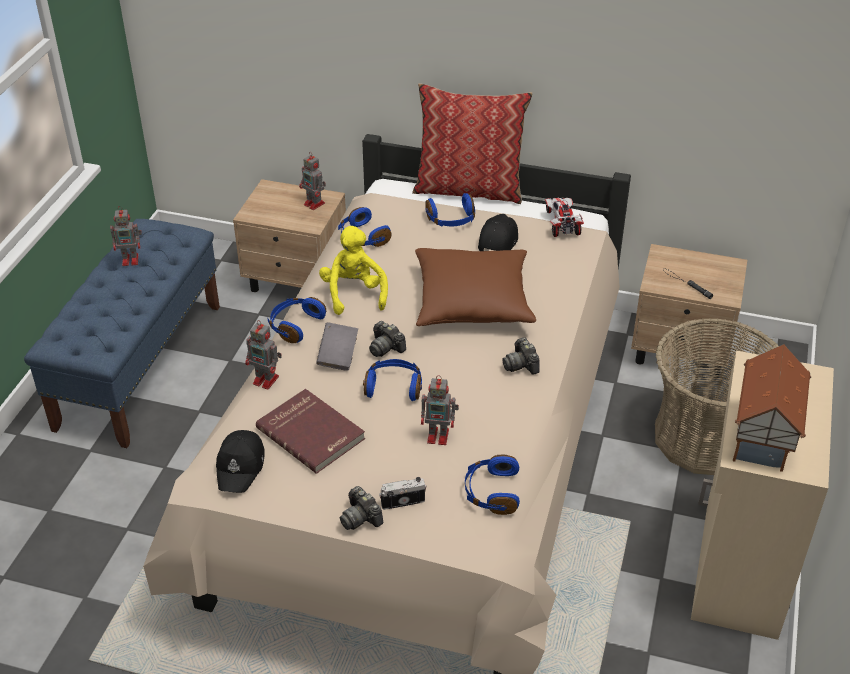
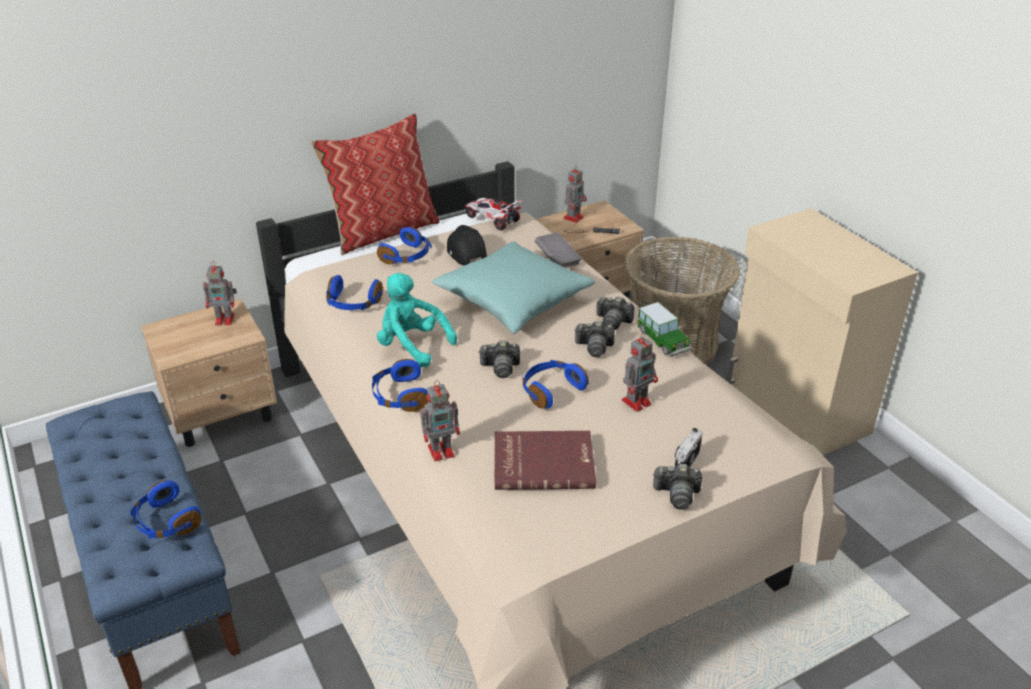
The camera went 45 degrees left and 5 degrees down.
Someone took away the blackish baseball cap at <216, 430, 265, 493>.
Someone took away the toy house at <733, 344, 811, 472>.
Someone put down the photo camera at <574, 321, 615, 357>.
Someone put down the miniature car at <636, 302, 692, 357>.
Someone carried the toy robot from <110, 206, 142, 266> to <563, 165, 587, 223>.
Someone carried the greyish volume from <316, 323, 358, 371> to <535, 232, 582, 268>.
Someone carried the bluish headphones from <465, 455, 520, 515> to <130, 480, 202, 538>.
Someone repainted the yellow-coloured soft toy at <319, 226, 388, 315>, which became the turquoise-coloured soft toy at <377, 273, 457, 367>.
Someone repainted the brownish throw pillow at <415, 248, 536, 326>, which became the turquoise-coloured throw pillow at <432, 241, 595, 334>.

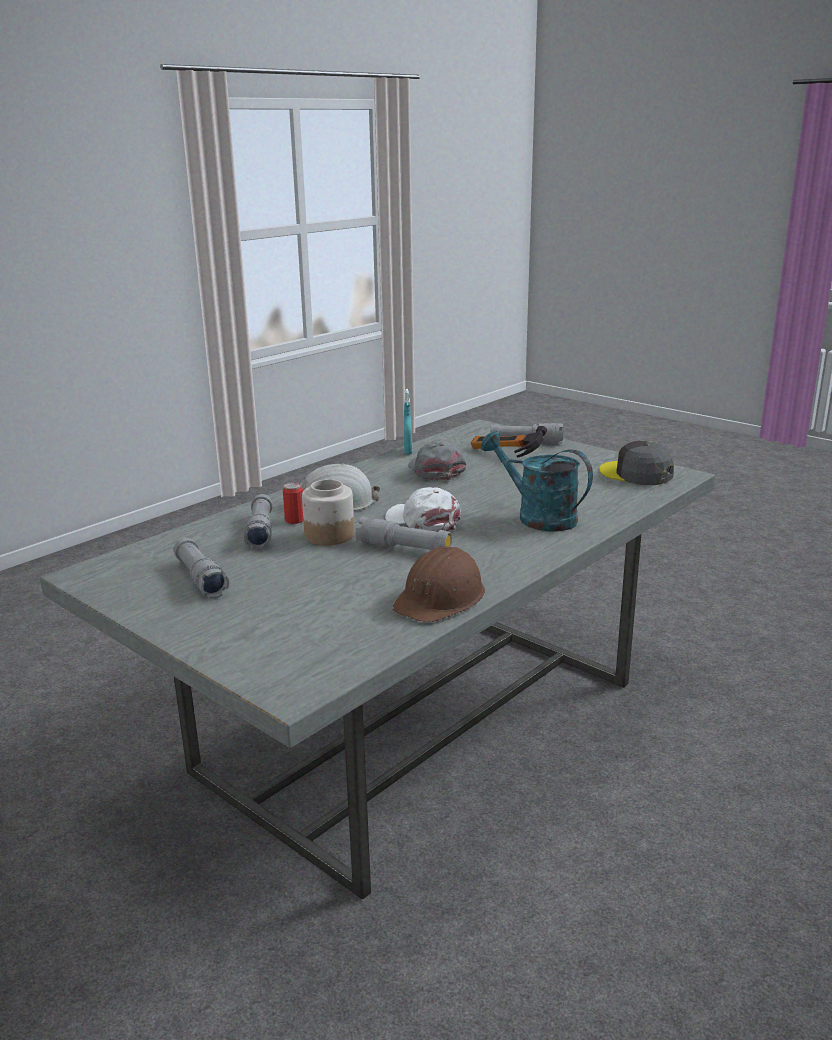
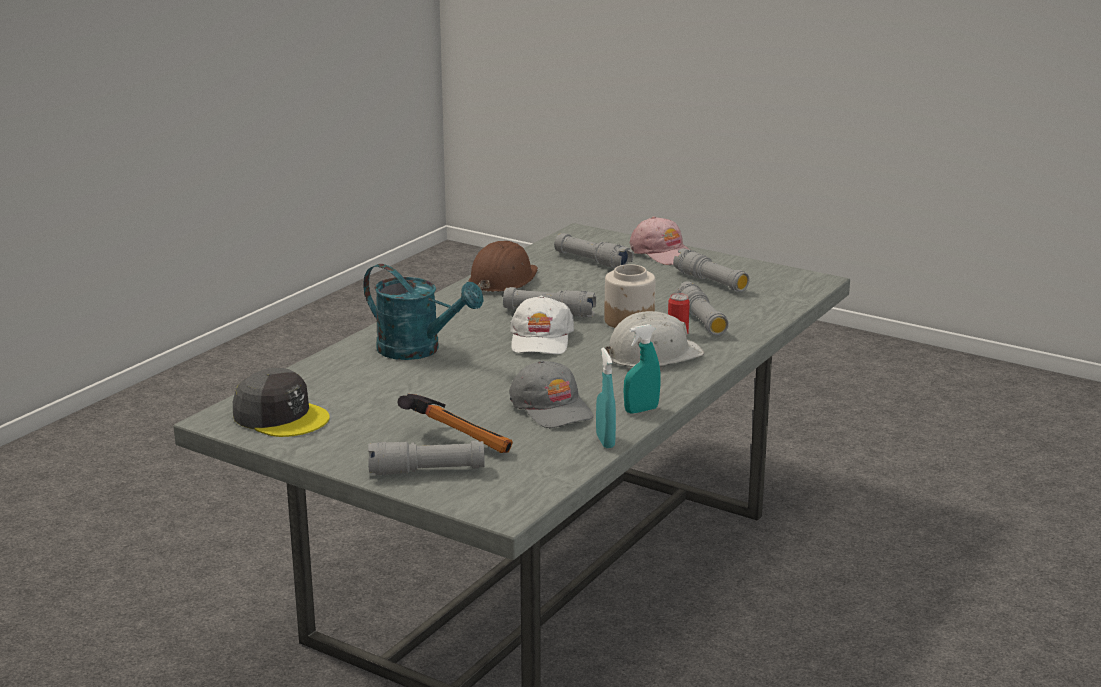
The camera went 170 degrees right and 0 degrees up.
Someone put down the greyish hand torch at <554, 233, 633, 269>.
Someone put down the turquoise-coloured hand sprayer at <623, 324, 661, 414>.
Someone put down the pink-coloured baseball cap at <630, 216, 690, 265>.
Someone rotated the white baseball cap at <385, 487, 461, 532> by 60 degrees clockwise.

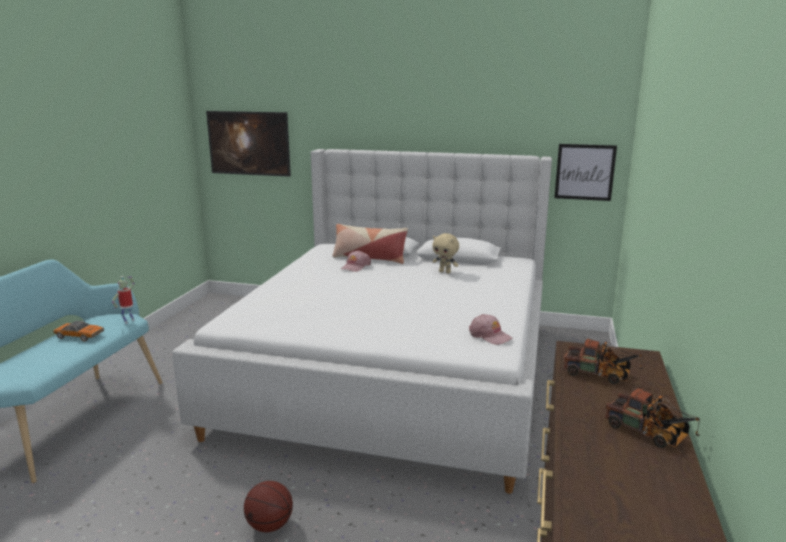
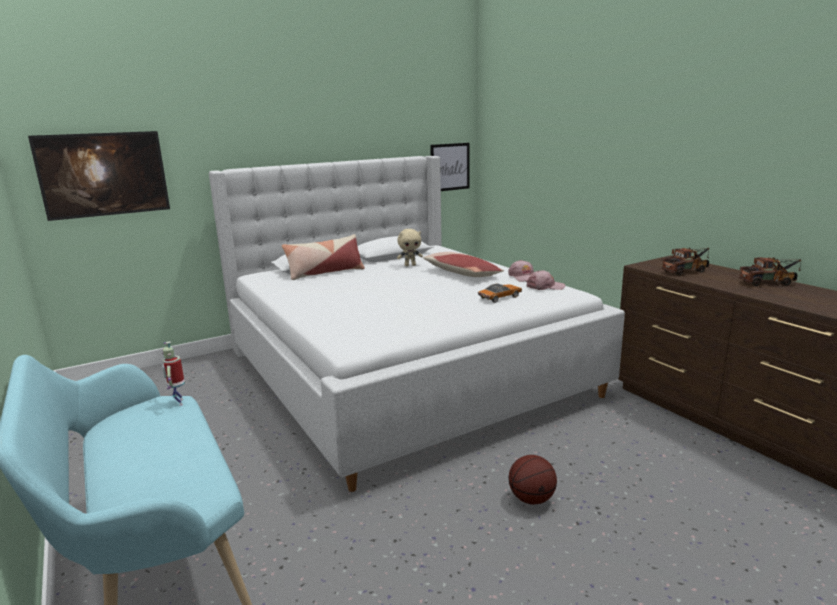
The camera went 45 degrees left and 0 degrees up.
Someone put down the throw pillow at <423, 252, 504, 277>.
Someone carried the miniature car from <53, 321, 104, 342> to <478, 283, 522, 303>.
Someone carried the pink-coloured baseball cap from <341, 250, 371, 272> to <508, 260, 534, 282>.

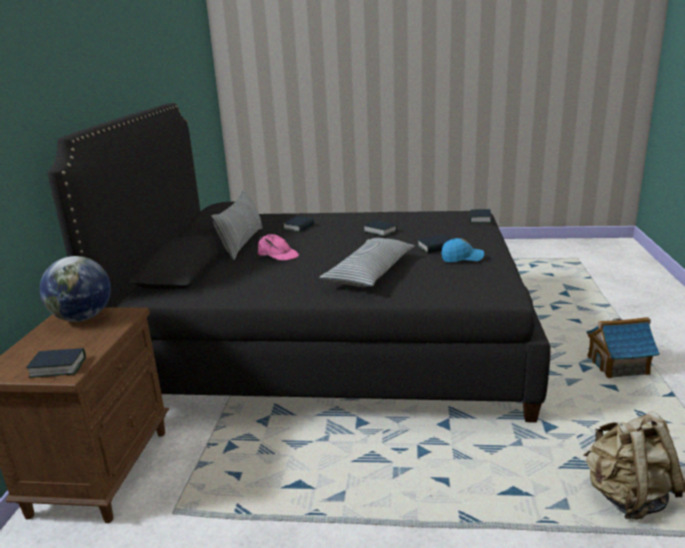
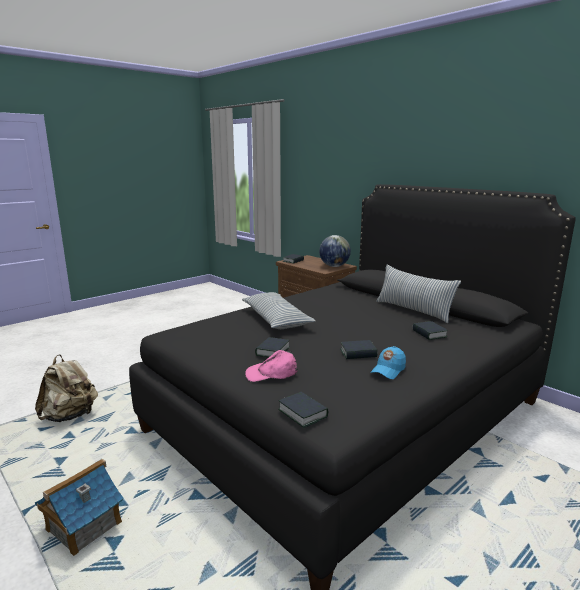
The camera went 130 degrees right and 5 degrees down.
Someone carried the pink-coloured baseball cap from <258, 234, 299, 261> to <245, 350, 298, 382>.
Someone carried the bluish baseball cap from <442, 238, 484, 262> to <370, 346, 406, 379>.

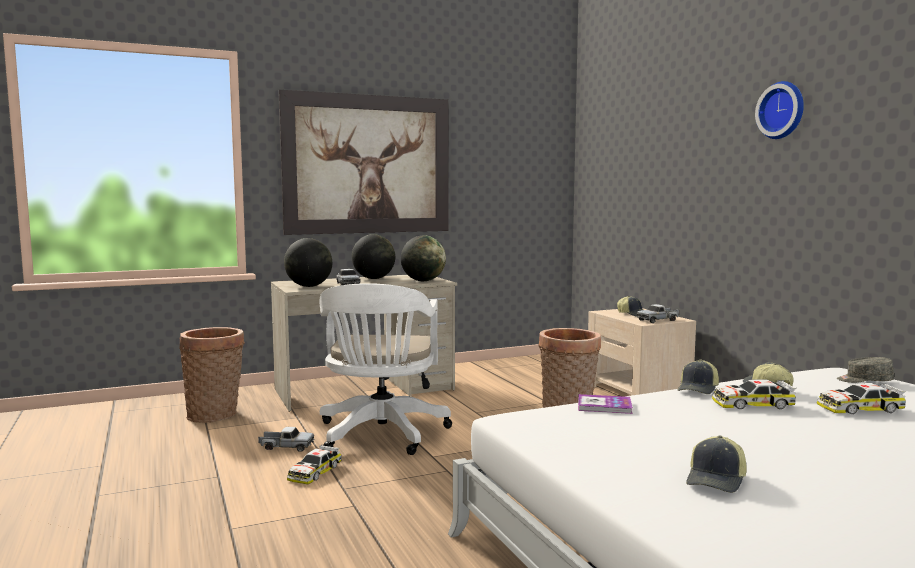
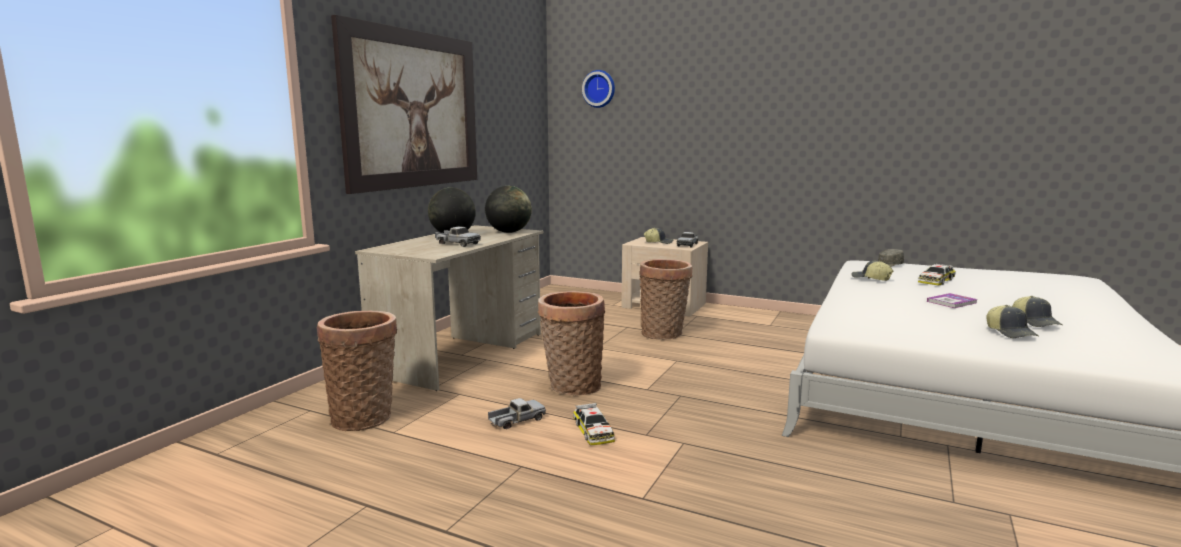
The camera went 40 degrees left and 5 degrees up.
Someone took away the desk globe at <284, 238, 332, 287>.
Someone took away the miniature car at <712, 379, 796, 409>.
Someone carried the volume from <578, 394, 633, 414> to <927, 293, 978, 308>.
Someone carried the baseball cap from <678, 359, 719, 394> to <1012, 296, 1062, 327>.
Someone carried the hanging clock from <755, 81, 804, 139> to <582, 70, 615, 108>.
Someone swapped the white desk chair at <319, 283, 452, 455> for the basket at <538, 291, 605, 395>.

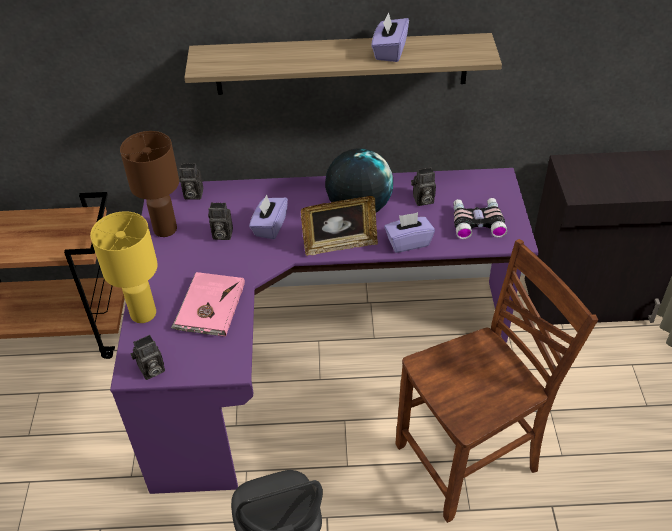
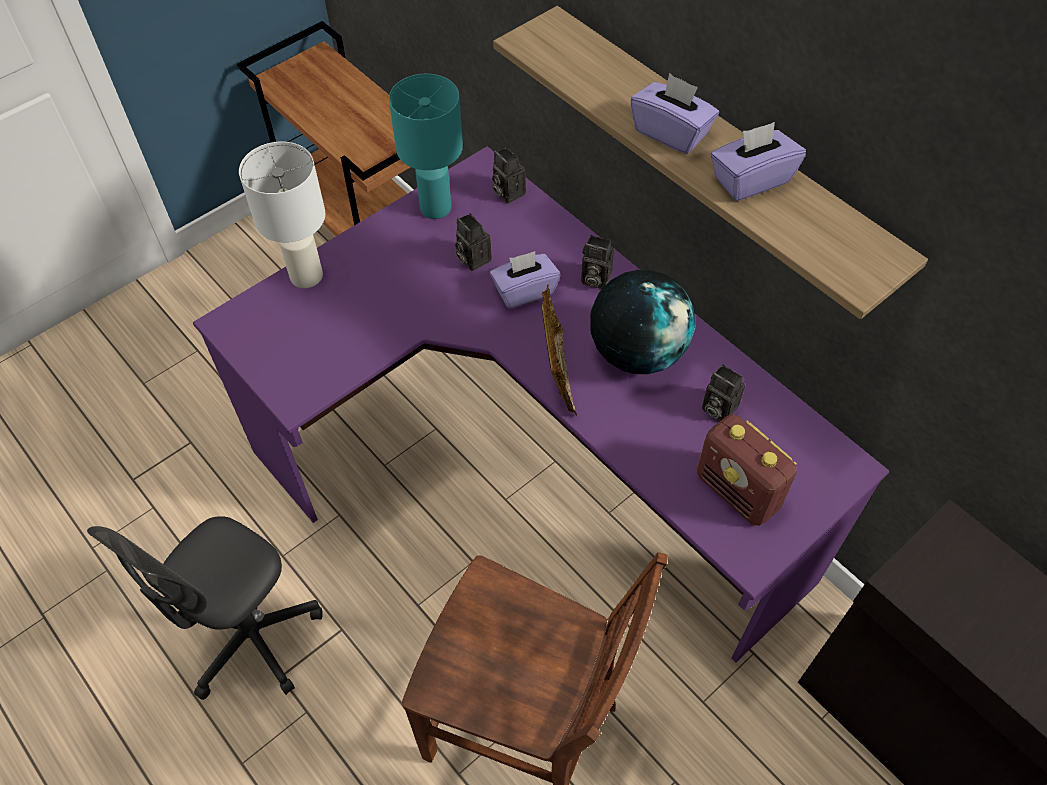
The camera went 50 degrees right and 10 degrees up.
Someone took away the pink-coloured volume at <171, 272, 245, 337>.
Someone carried the photo camera from <131, 335, 165, 380> to <581, 235, 614, 289>.
Someone carried the purplish tissue box from <384, 212, 435, 253> to <631, 73, 719, 154>.
Someone swapped the field glasses at <453, 198, 507, 239> for the radio set at <697, 415, 797, 526>.
Someone repainted the yellow-coloured tabletop lamp at <90, 211, 158, 323>, which became the white tabletop lamp at <239, 142, 325, 288>.
Someone repainted the brownish tabletop lamp at <120, 131, 179, 237>, which became the turquoise-coloured tabletop lamp at <389, 74, 463, 219>.
Someone rotated the photo frame at <301, 196, 378, 256> by 135 degrees counterclockwise.

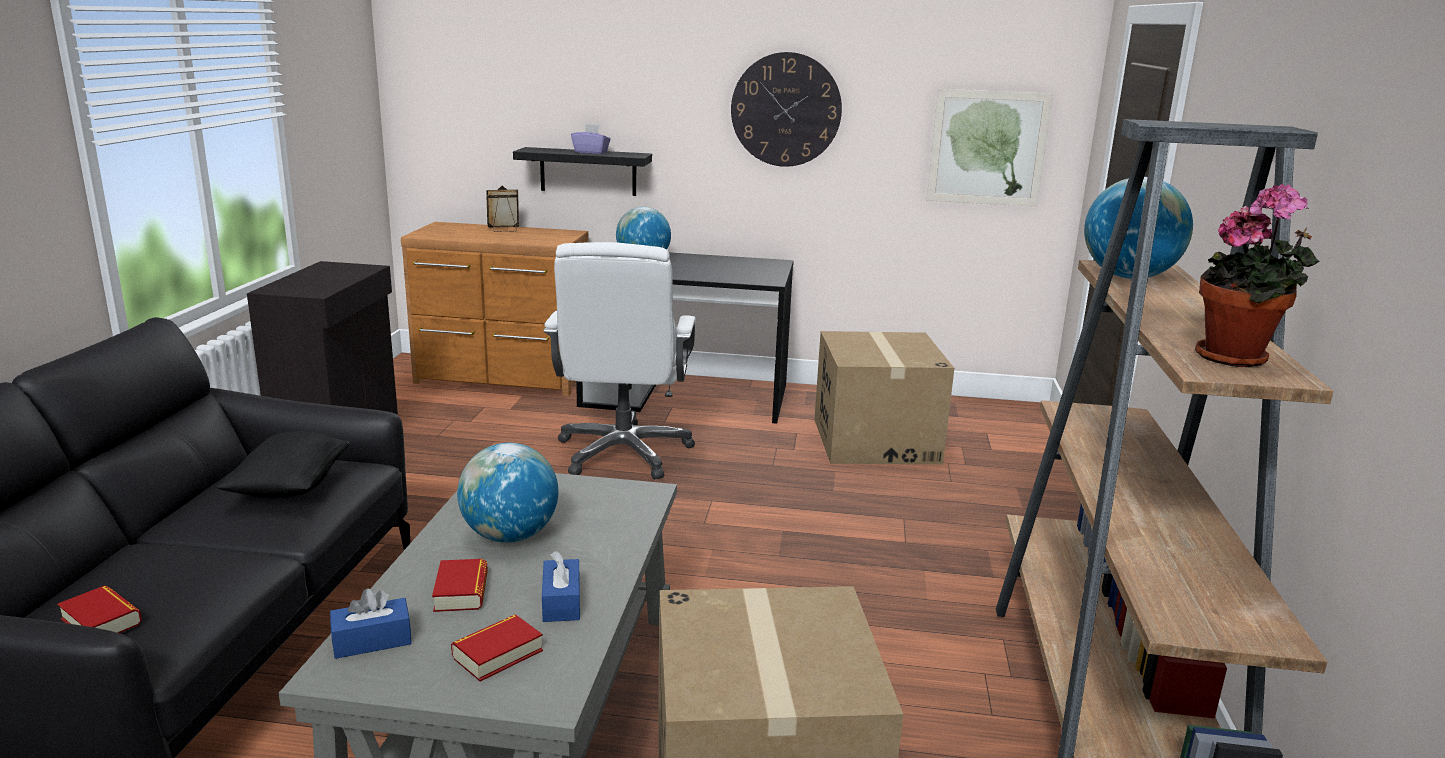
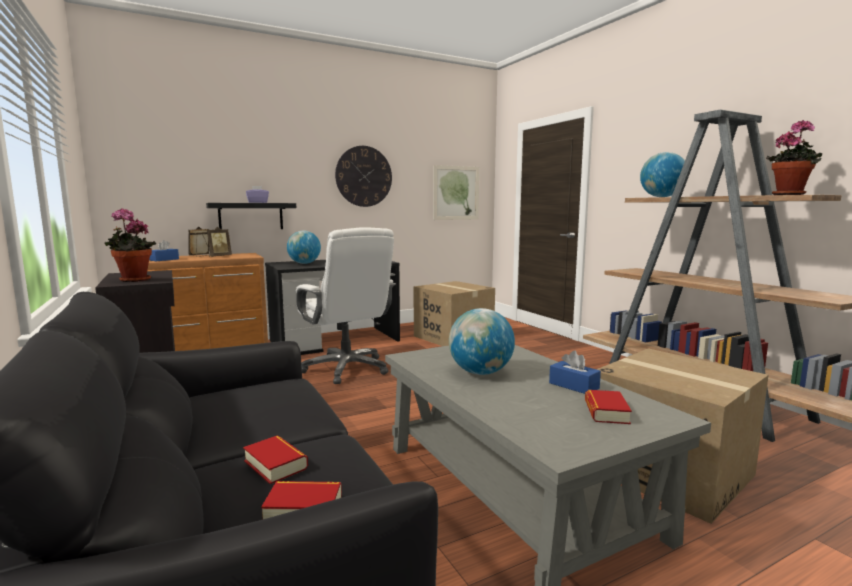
The camera went 35 degrees left and 10 degrees down.
Someone took away the blackish throw pillow at <216, 431, 349, 498>.
Someone put down the potted plant at <105, 208, 156, 282>.
Someone put down the photo frame at <207, 227, 232, 257>.
Someone carried the bluish tissue box from <330, 589, 412, 659> to <149, 240, 179, 261>.
Someone carried the volume from <432, 559, 488, 612> to <243, 435, 308, 484>.

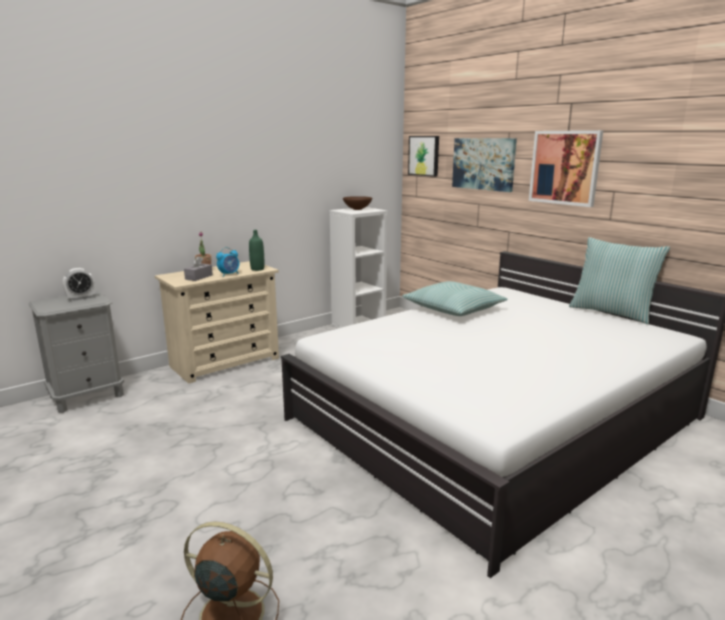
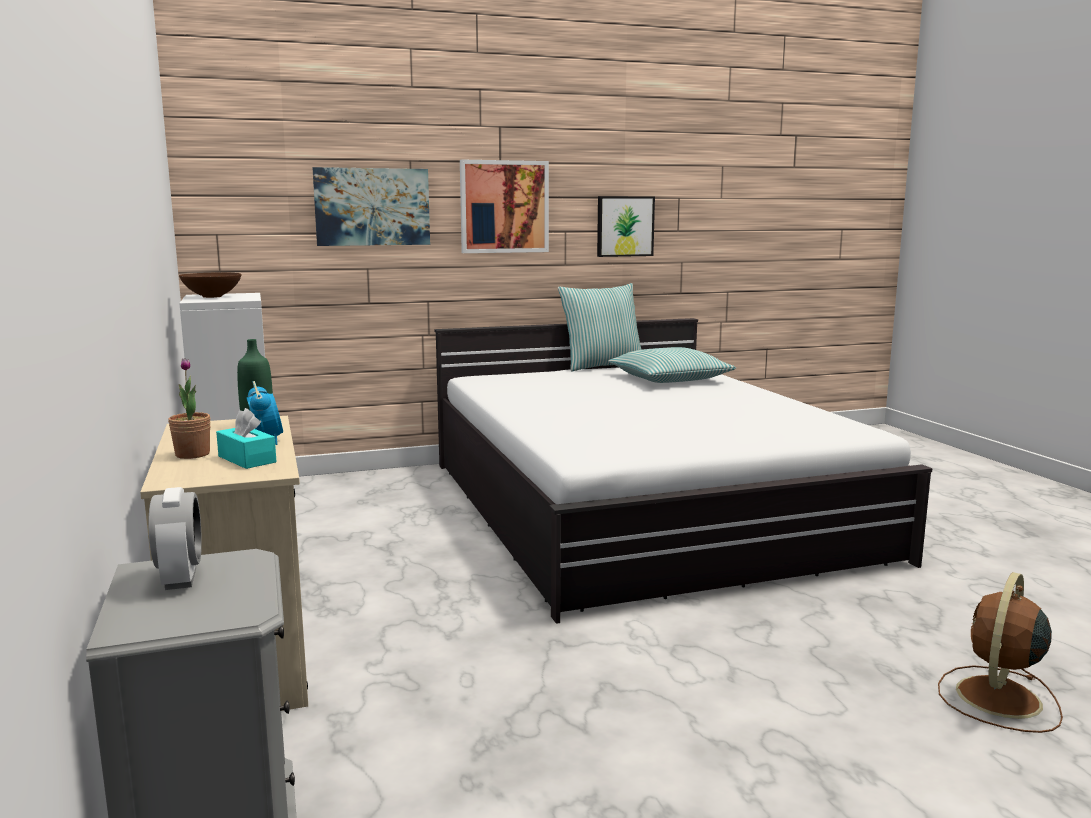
The camera went 70 degrees left and 5 degrees down.
Someone carried the throw pillow from <402, 281, 508, 316> to <608, 347, 736, 383>.
Someone carried the picture from <408, 136, 439, 177> to <597, 196, 655, 257>.
Someone repainted the greyish tissue box at <184, 256, 213, 281>, which became the turquoise-coloured tissue box at <216, 408, 276, 469>.

